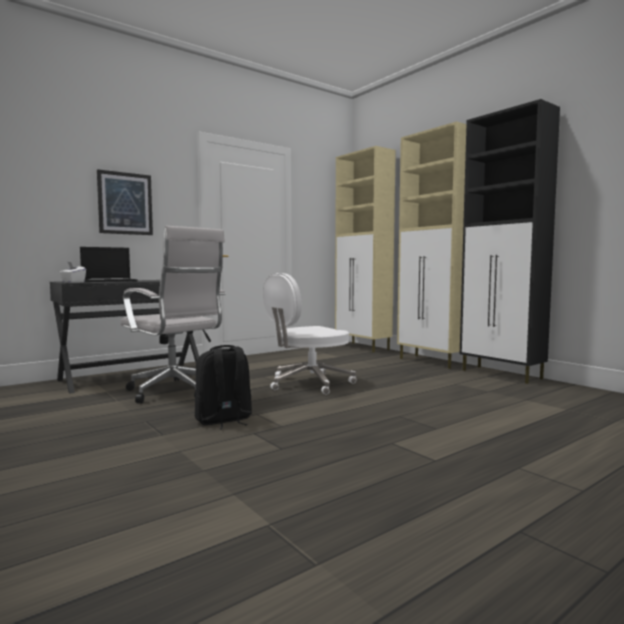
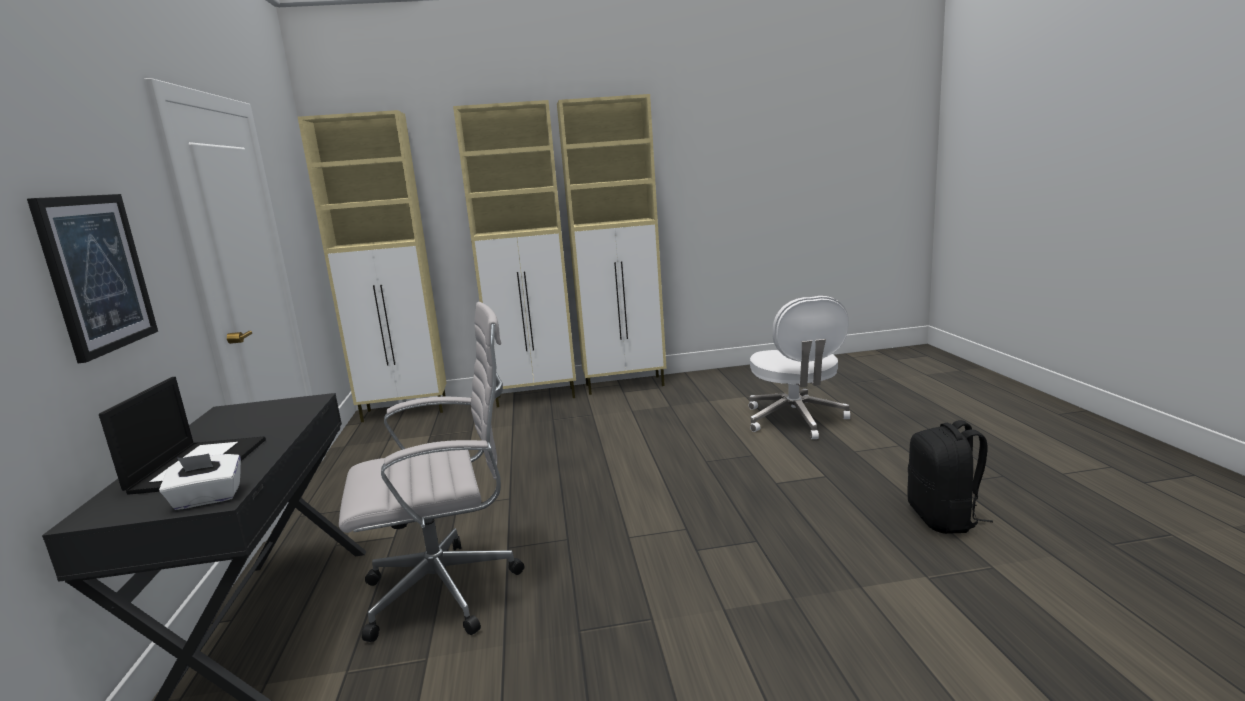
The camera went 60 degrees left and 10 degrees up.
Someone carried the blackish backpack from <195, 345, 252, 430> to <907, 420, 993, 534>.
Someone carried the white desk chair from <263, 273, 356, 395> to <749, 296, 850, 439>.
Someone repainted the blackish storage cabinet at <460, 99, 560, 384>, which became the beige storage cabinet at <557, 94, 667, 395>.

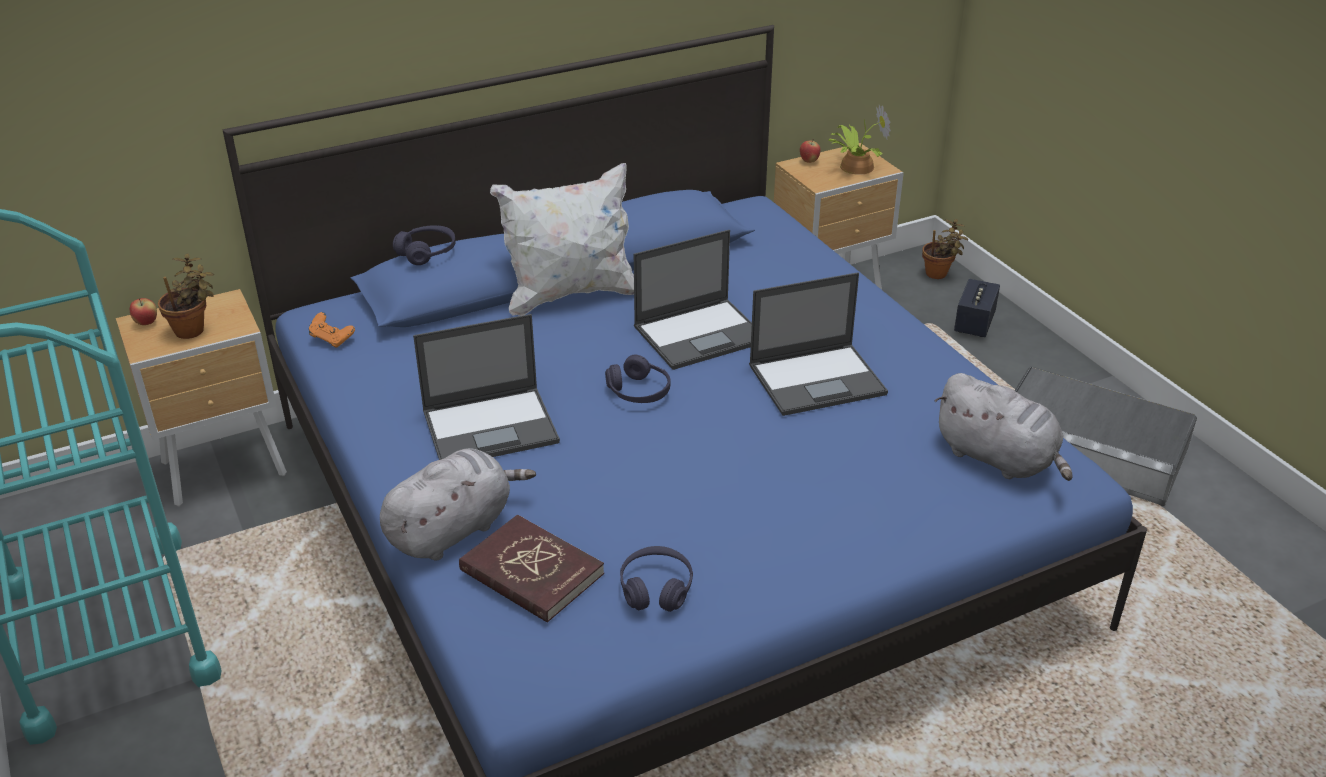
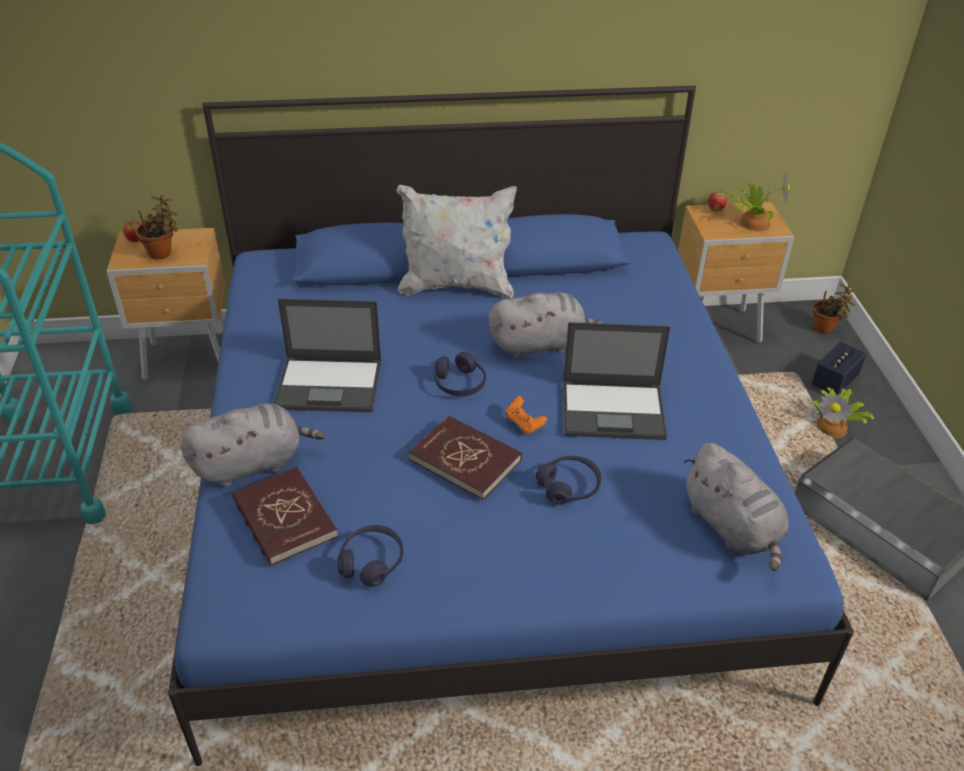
The camera went 20 degrees right and 5 degrees up.
Someone put down the red volume at <409, 416, 522, 500>.
Someone put down the potted plant at <807, 387, 874, 438>.
Someone carried the orange-coloured game controller from <309, 312, 355, 348> to <505, 396, 547, 434>.
Someone carried the purplish headphones from <393, 225, 456, 265> to <536, 456, 601, 505>.
Someone swapped the laptop at <634, 230, 752, 370> for the greyish soft toy at <488, 292, 602, 359>.

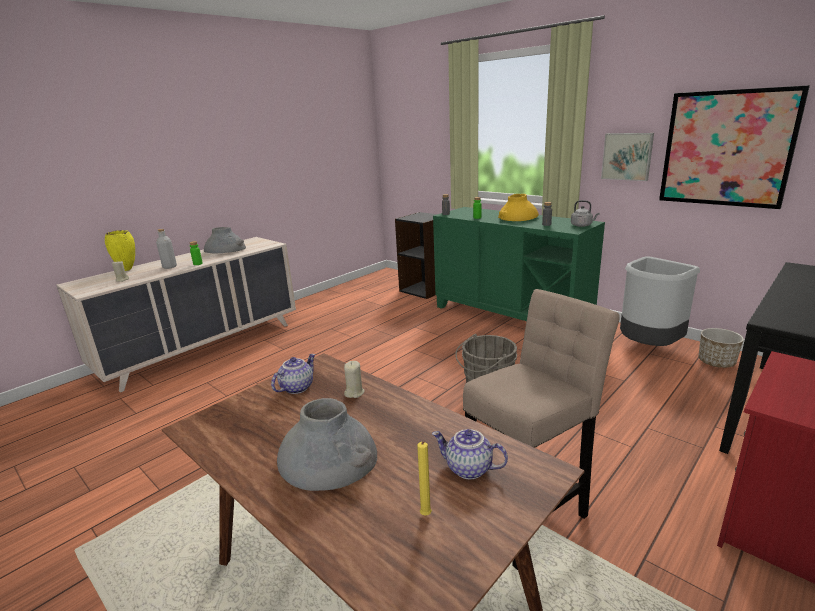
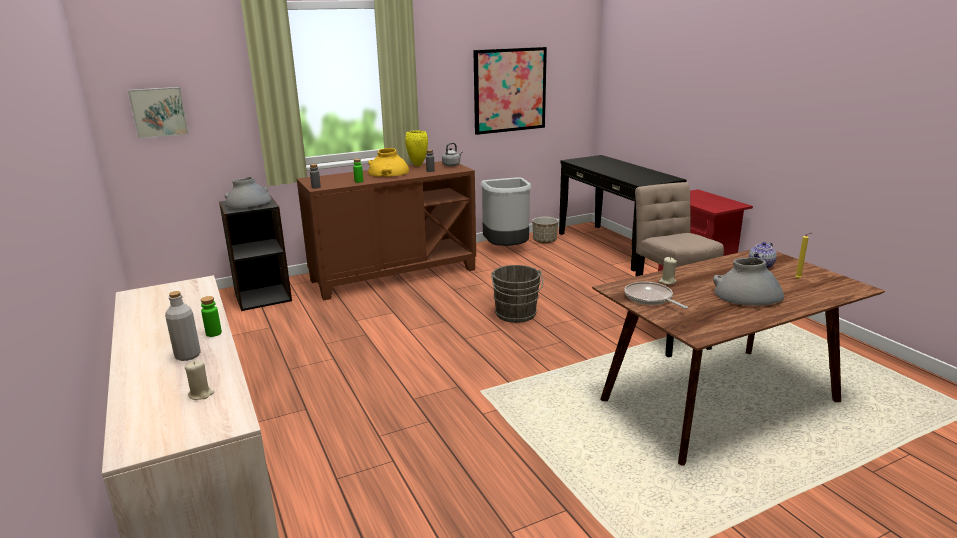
The camera went 70 degrees left and 0 degrees up.
Someone carried the yellow-coloured flower vase from <105, 230, 135, 271> to <405, 130, 428, 166>.
Someone carried the greyish flower vase from <204, 227, 246, 253> to <224, 177, 272, 208>.
Someone carried the picture from <601, 133, 654, 181> to <128, 87, 189, 139>.
Someone swapped the teapot at <271, 354, 316, 394> for the frying pan at <624, 282, 688, 309>.
Someone repainted the green storage cabinet at <433, 207, 605, 321>, which became the brownish storage cabinet at <297, 161, 476, 300>.

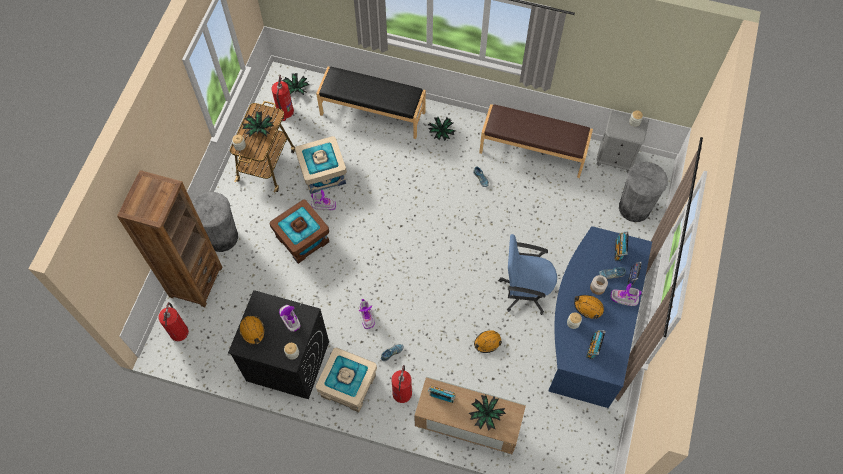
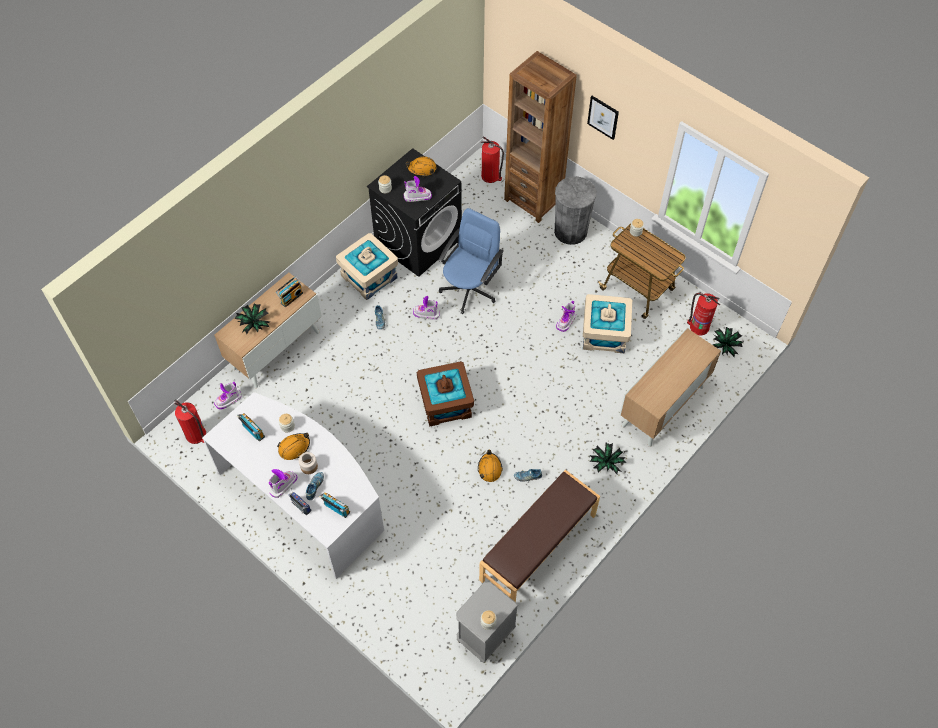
The camera went 115 degrees right and 5 degrees down.
Someone took away the potted plant at <242, 111, 274, 137>.
Someone took away the greyish rubbish bin at <619, 162, 668, 222>.
Someone put down the high-top boot at <214, 382, 242, 409>.
Someone put up the picture at <587, 96, 619, 140>.
Someone carried the brownish storage box from <270, 200, 329, 264> to <417, 361, 474, 427>.
Someone carried the fire extinguisher from <392, 365, 412, 403> to <174, 399, 206, 444>.
Someone carried the orange-coloured work helmet from <474, 330, 502, 353> to <478, 450, 502, 482>.
Someone carried the bluish desk chair from <499, 234, 557, 315> to <438, 208, 504, 314>.
Someone swapped the blackish indoor bench at <316, 67, 426, 139> for the storage cabinet at <620, 328, 721, 447>.
Someone repainted the bluish desk unit at <549, 226, 652, 408>, which became the white desk unit at <202, 392, 384, 579>.

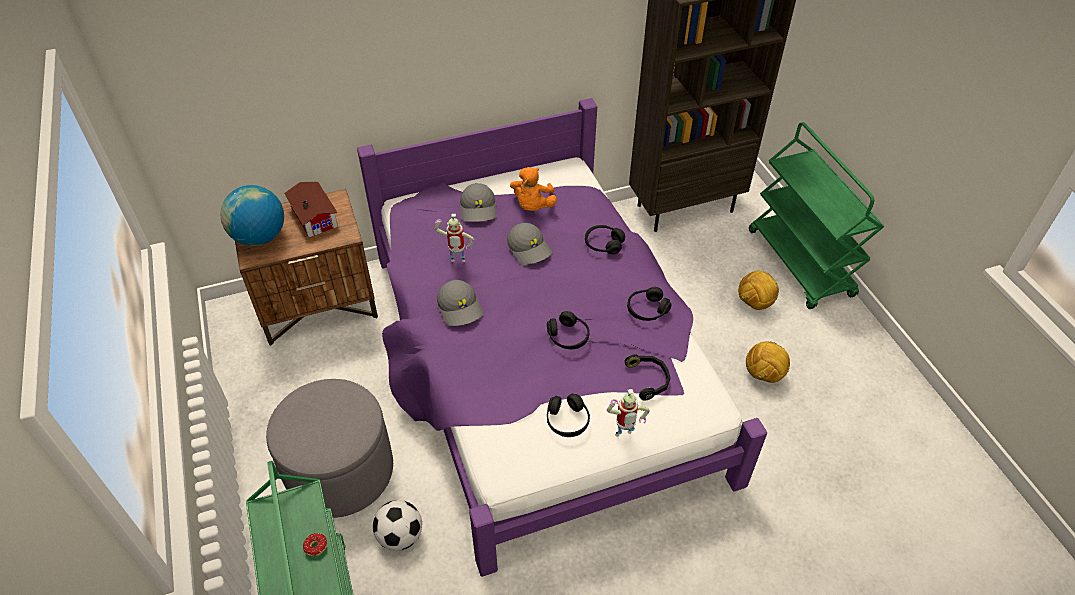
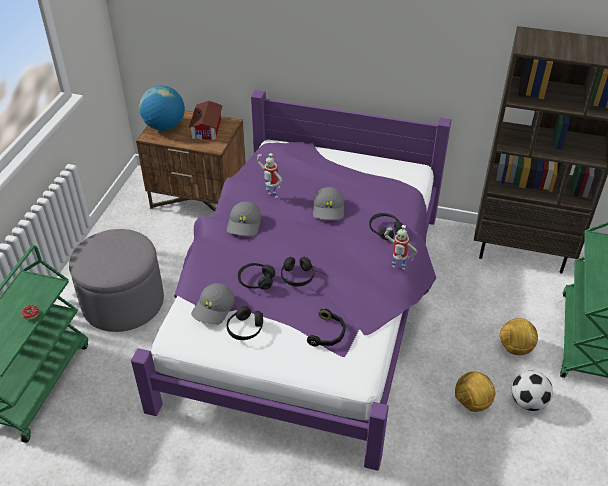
The camera went 35 degrees right and 5 degrees down.
Someone took away the orange-coloured soft toy at <510, 167, 557, 211>.
Someone carried the ball for football from <373, 500, 422, 551> to <512, 371, 553, 411>.
Someone carried the greyish baseball cap from <460, 183, 497, 222> to <191, 283, 234, 325>.
Someone carried the toy robot from <607, 389, 650, 437> to <384, 225, 417, 270>.
Someone carried the blackish headphones from <627, 287, 671, 321> to <238, 263, 275, 290>.

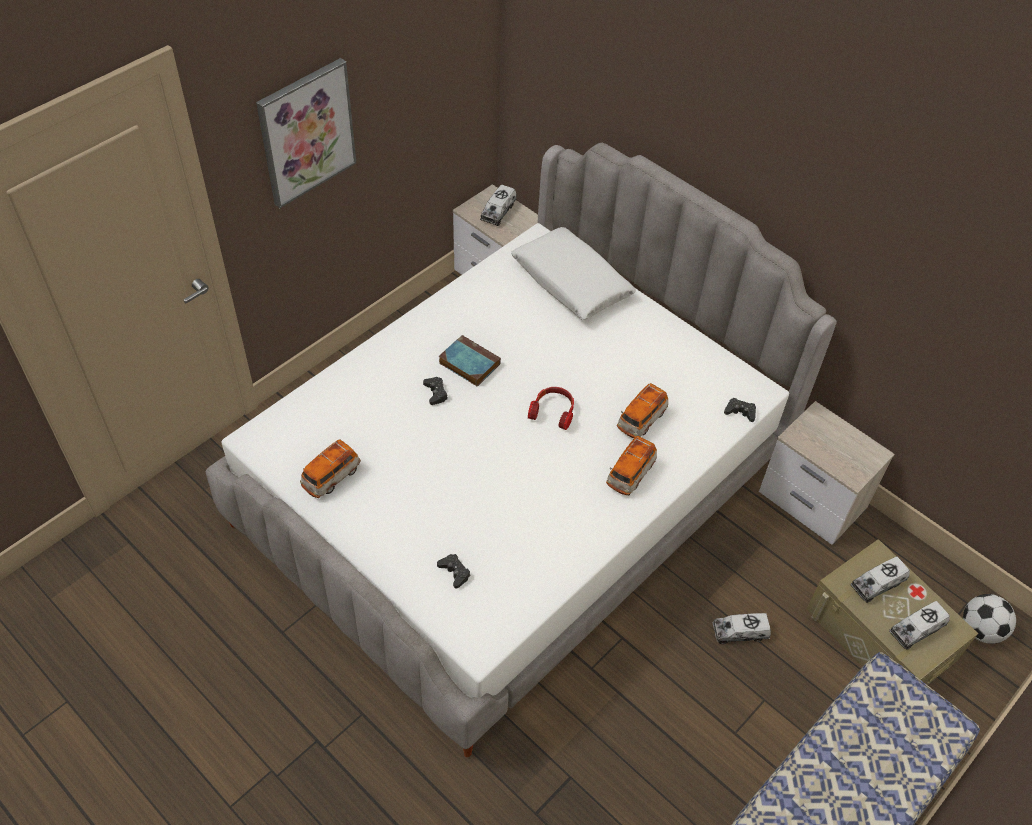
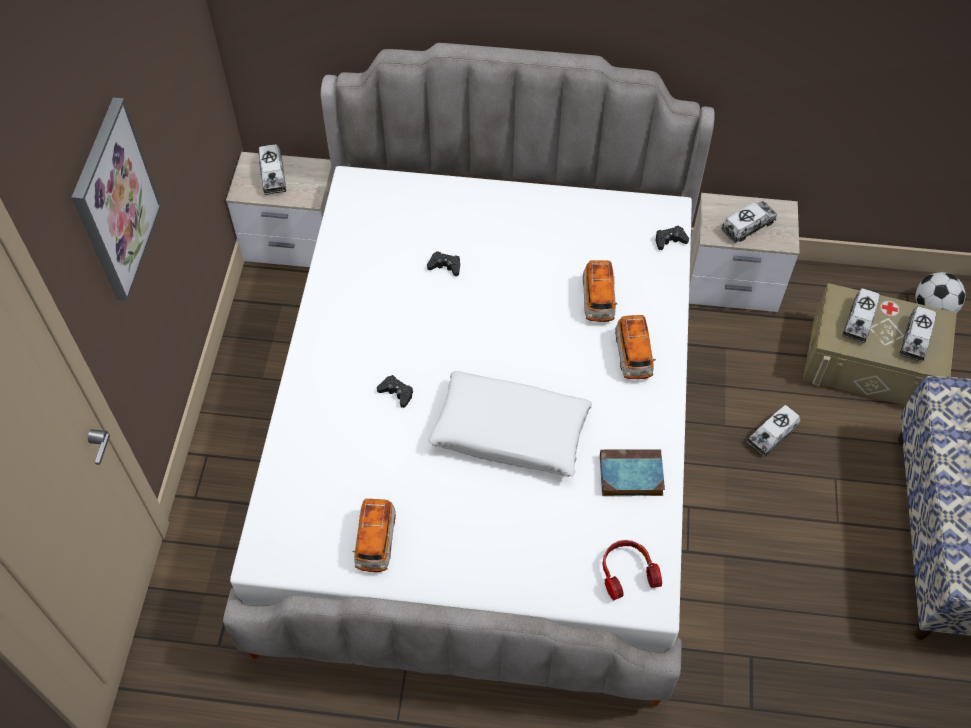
The camera went 35 degrees left and 5 degrees up.
Someone put down the toy truck at <721, 201, 777, 243>.
Someone carried the blackish game controller from <437, 554, 470, 589> to <427, 251, 460, 276>.
Someone carried the volume from <439, 335, 501, 387> to <600, 449, 665, 496>.
Someone carried the white throw pillow from <511, 227, 636, 319> to <428, 371, 592, 477>.
Someone carried the headphones from <528, 387, 574, 430> to <603, 540, 662, 600>.

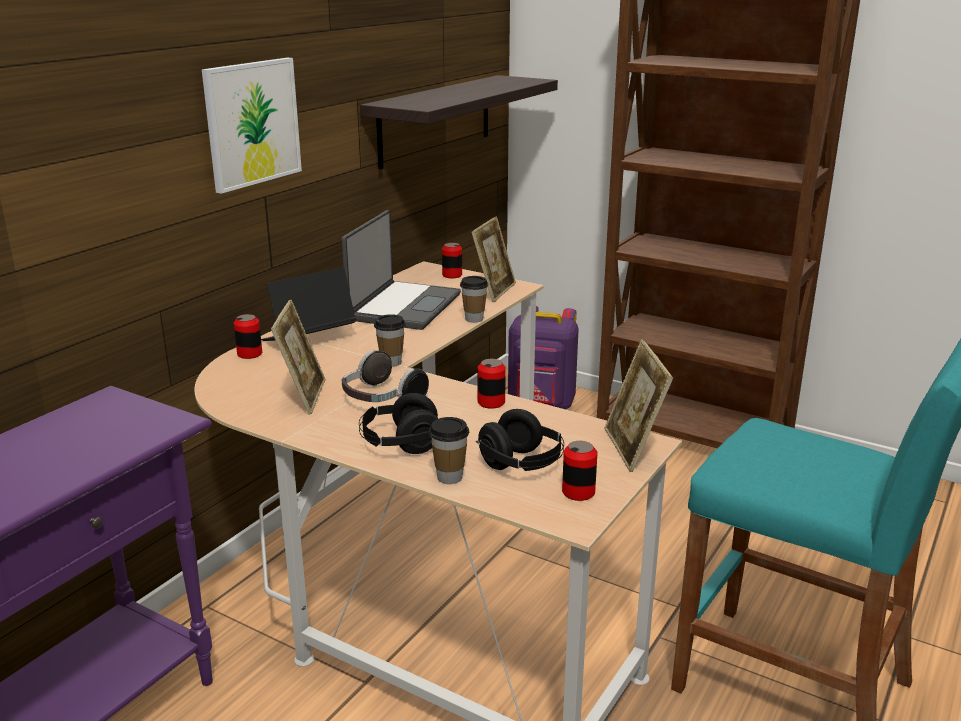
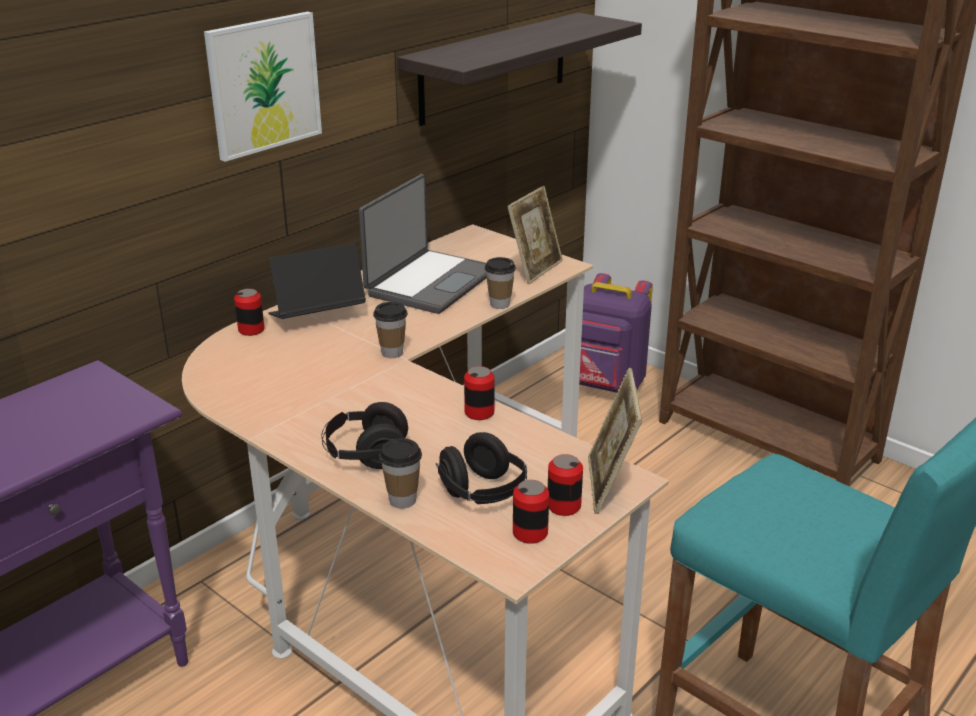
The camera went 10 degrees right and 5 degrees up.
Someone took away the photo frame at <271, 300, 325, 415>.
Someone took away the headphones at <342, 350, 429, 402>.
Someone carried the can from <442, 243, 462, 278> to <548, 454, 583, 516>.

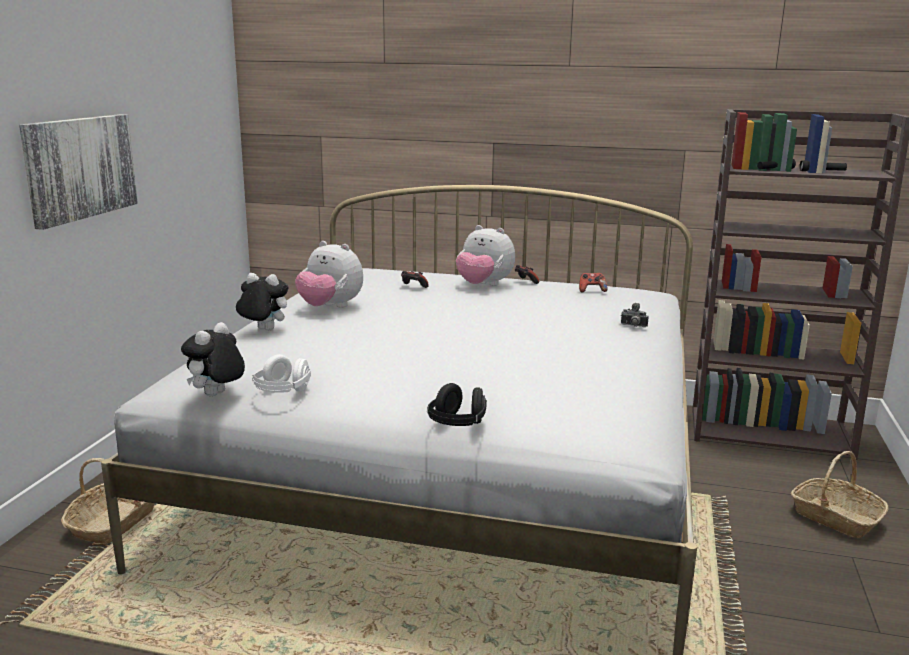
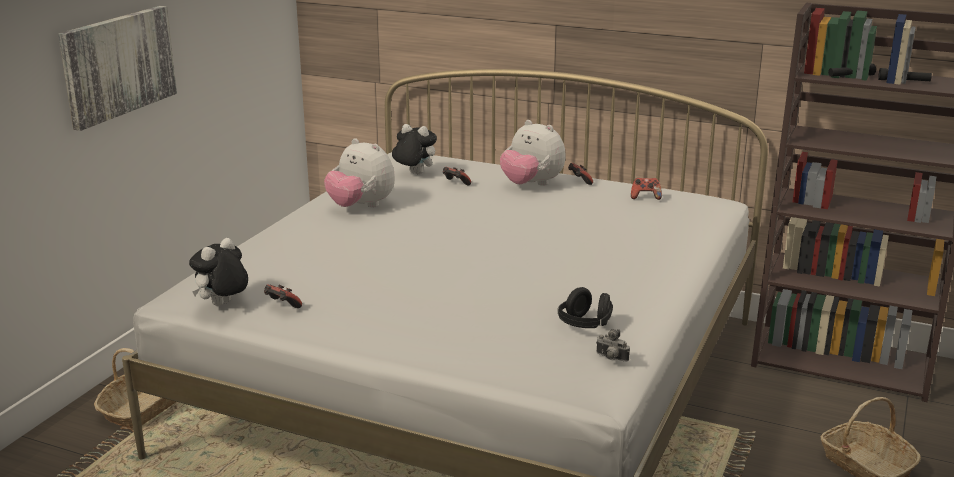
The camera went 10 degrees right and 5 degrees up.
Someone carried the soft toy from <236, 273, 288, 331> to <392, 124, 437, 174>.
Someone carried the blackish headphones from <427, 383, 487, 426> to <557, 287, 613, 328>.
Someone carried the photo camera from <621, 303, 648, 327> to <597, 329, 630, 362>.
Someone swapped the white headphones at <252, 354, 311, 393> for the game controller at <264, 285, 302, 308>.

